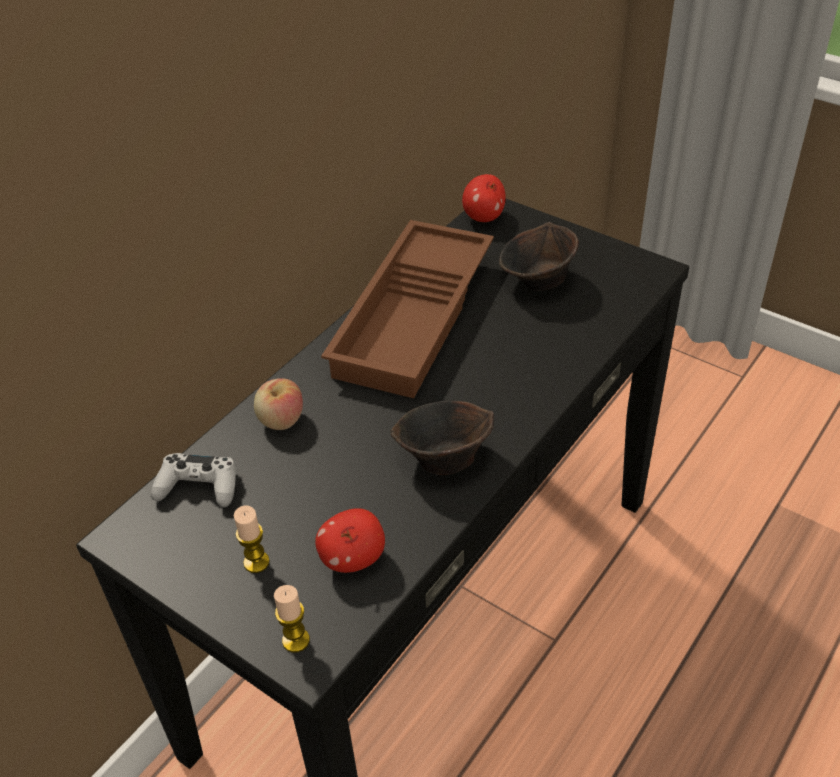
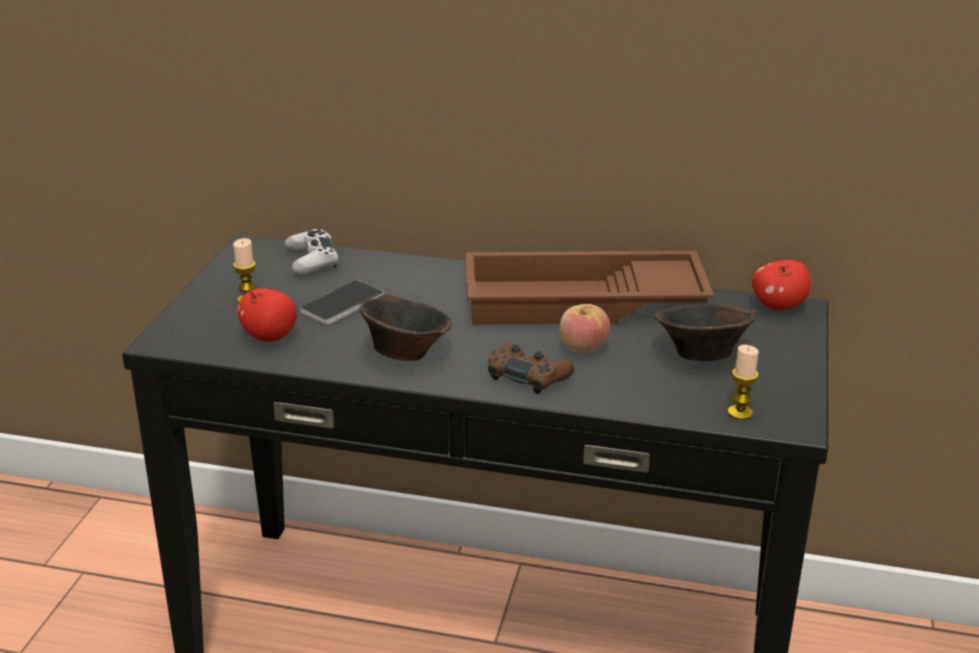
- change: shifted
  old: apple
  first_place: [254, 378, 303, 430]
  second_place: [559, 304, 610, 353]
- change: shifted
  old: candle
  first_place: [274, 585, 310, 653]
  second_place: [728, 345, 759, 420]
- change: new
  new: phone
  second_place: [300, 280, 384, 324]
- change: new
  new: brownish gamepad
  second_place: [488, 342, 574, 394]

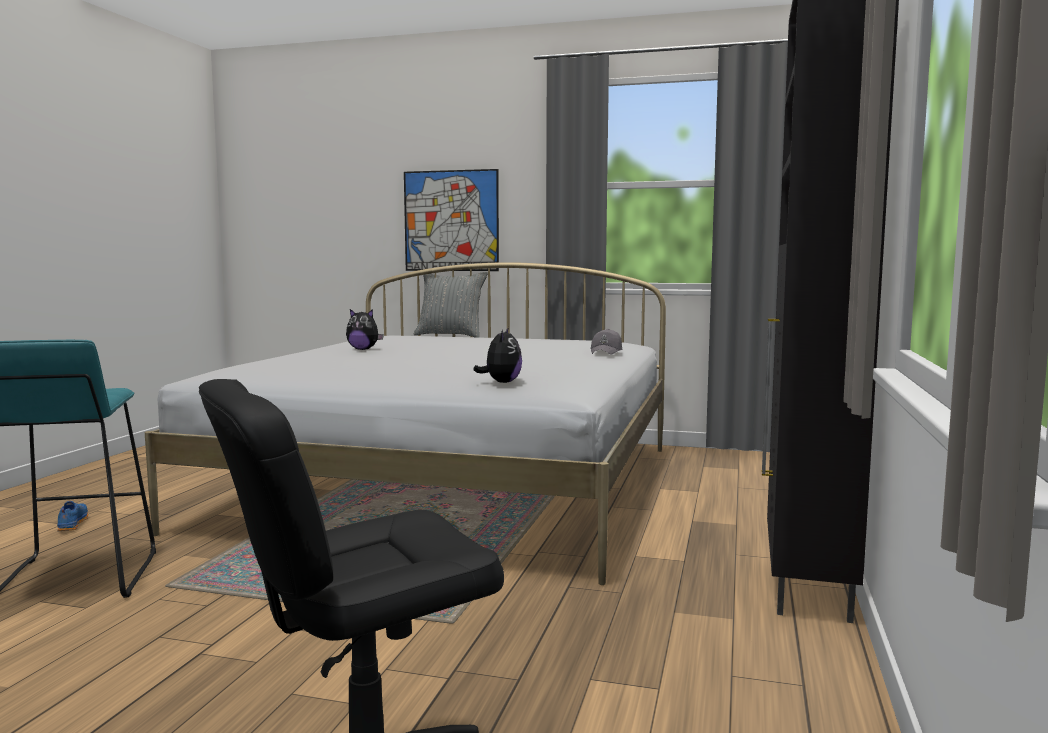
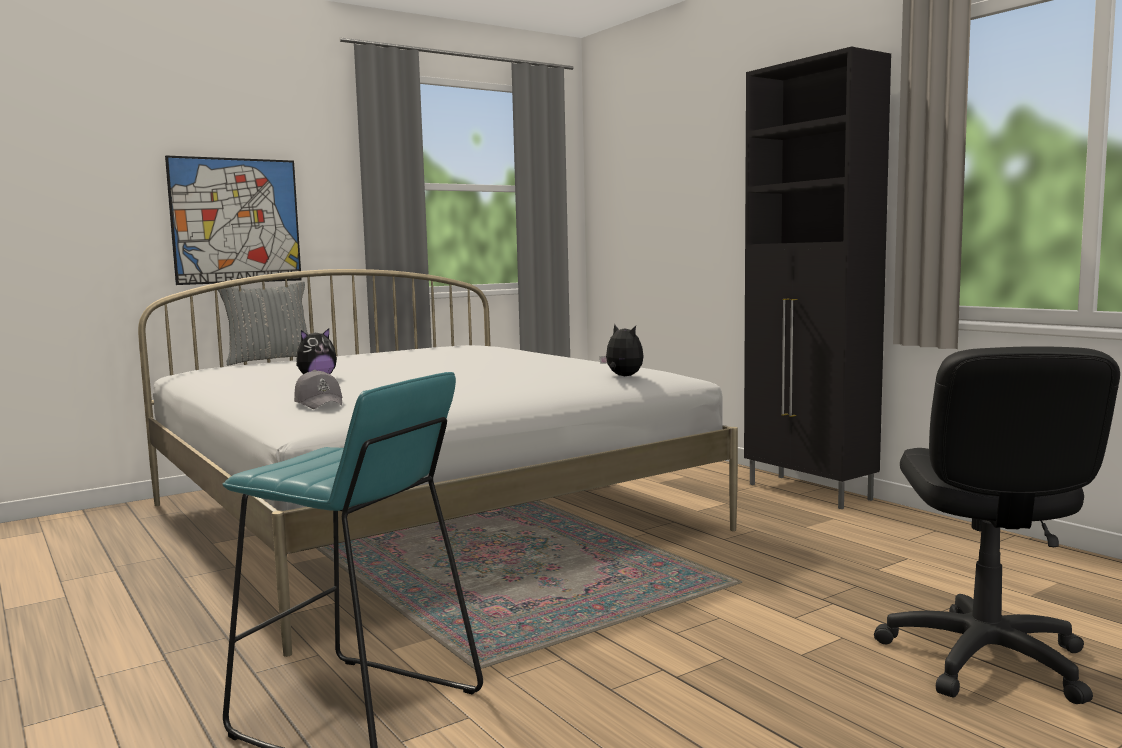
- change: gone
  old: bluish shoe
  first_place: [57, 501, 88, 531]
- change: shifted
  old: gray peaked cap
  first_place: [591, 329, 622, 355]
  second_place: [294, 370, 343, 409]

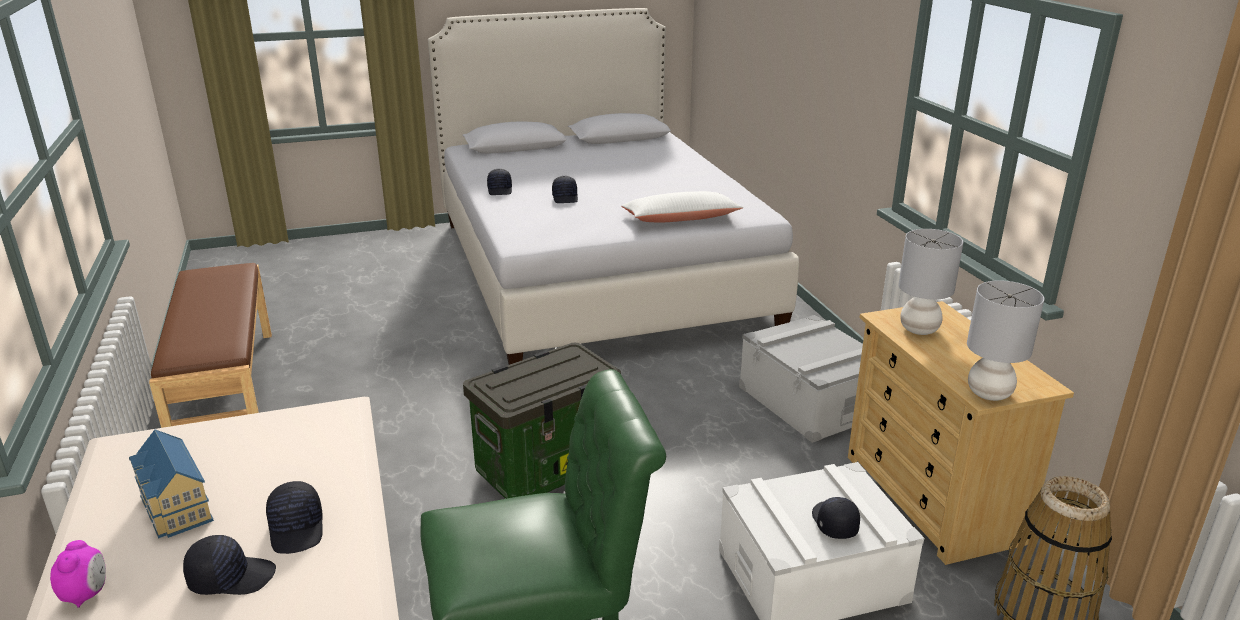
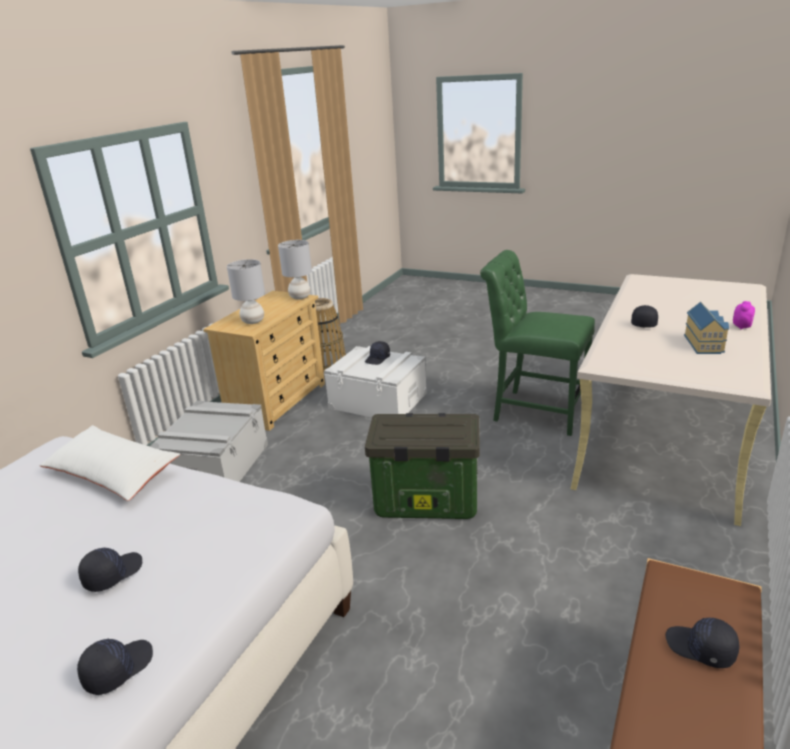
- change: shifted
  old: black-coloured peaked cap
  first_place: [183, 535, 276, 595]
  second_place: [666, 618, 739, 668]

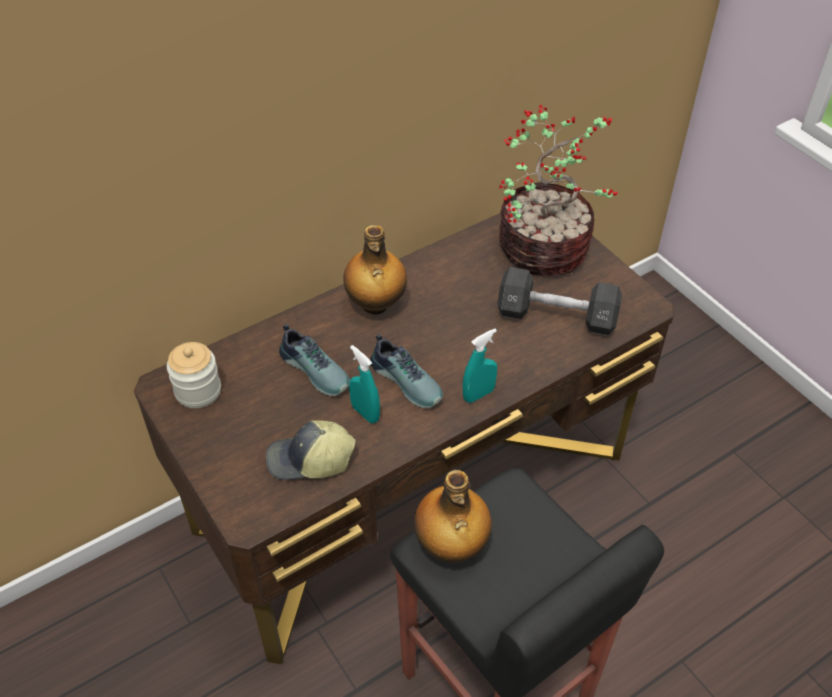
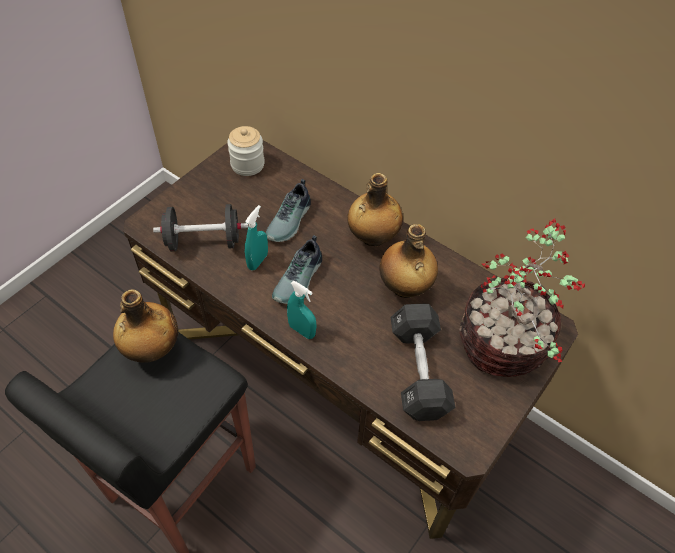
- change: swapped
  old: peaked cap
  new: black-coloured dumbbell
  first_place: [266, 420, 356, 480]
  second_place: [153, 204, 248, 251]
- change: new
  new: bottle
  second_place: [379, 224, 438, 298]

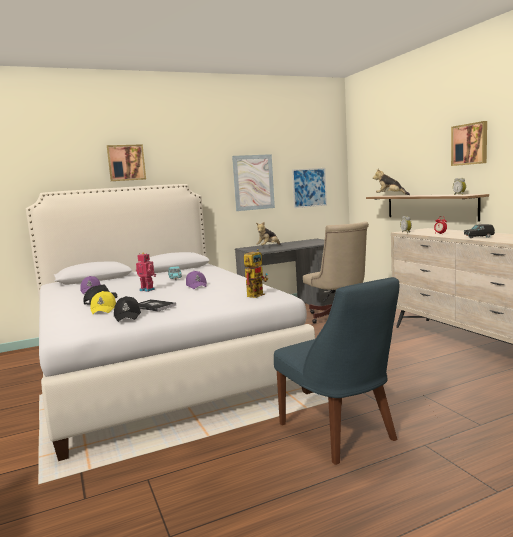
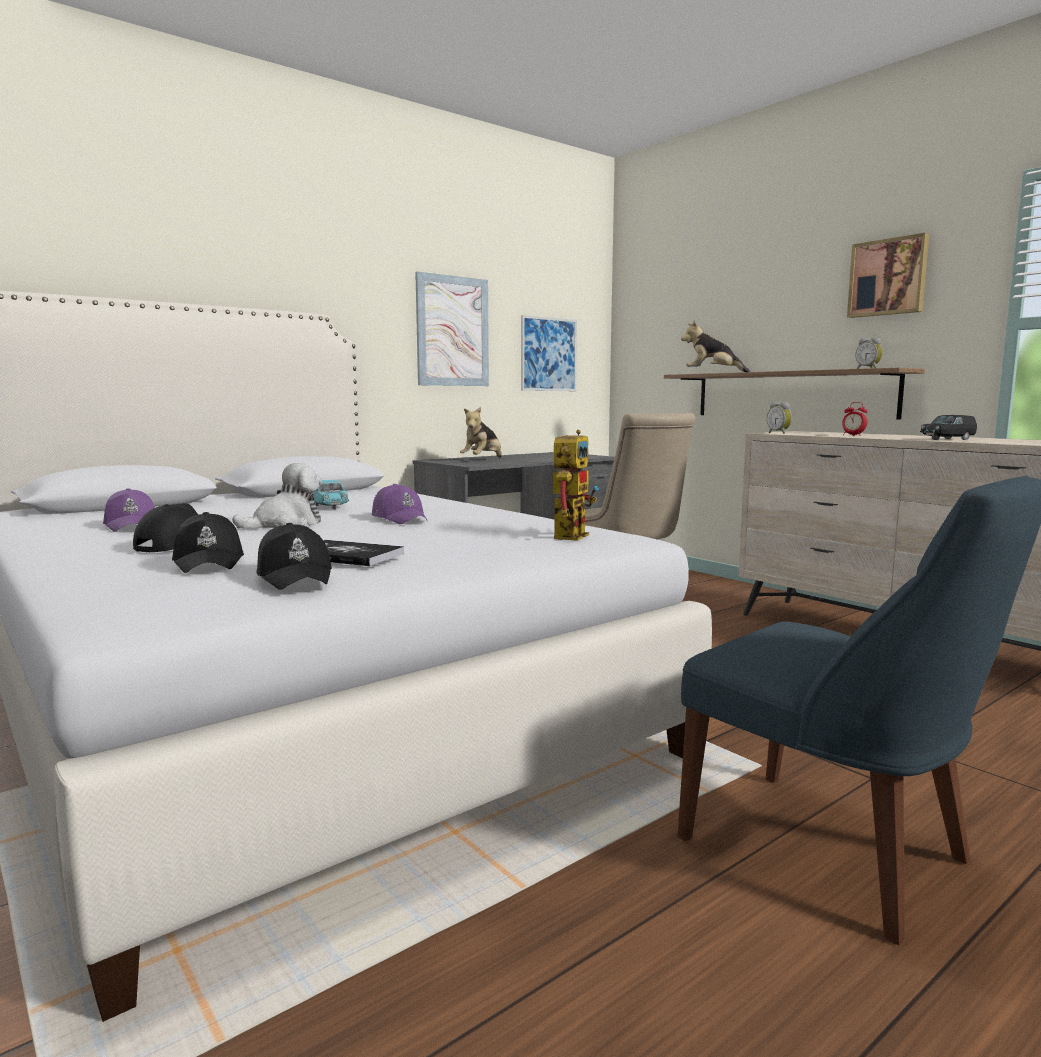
- change: repainted
  old: yellow-coloured peaked cap
  new: black-coloured peaked cap
  first_place: [90, 291, 116, 314]
  second_place: [172, 512, 244, 573]
- change: gone
  old: wall art
  first_place: [107, 144, 146, 181]
- change: swapped
  old: robot figure
  new: plush toy
  first_place: [136, 252, 156, 292]
  second_place: [232, 463, 322, 529]

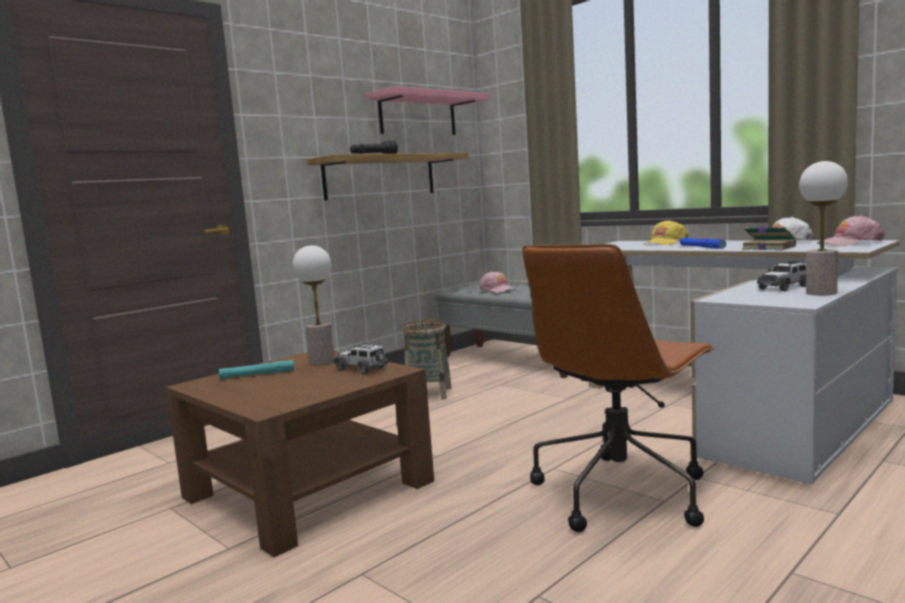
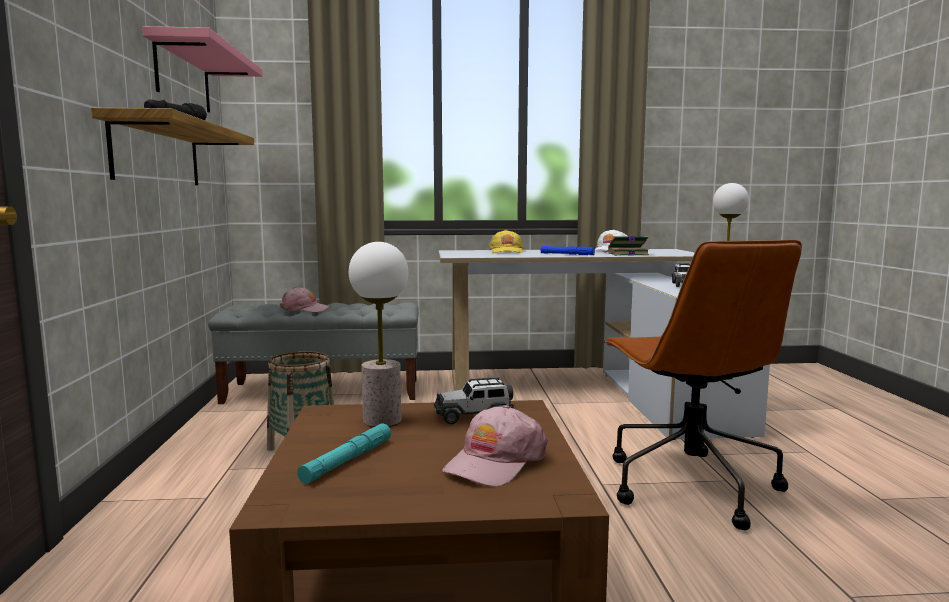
- change: shifted
  old: pinkish peaked cap
  first_place: [817, 215, 885, 246]
  second_place: [442, 405, 548, 487]

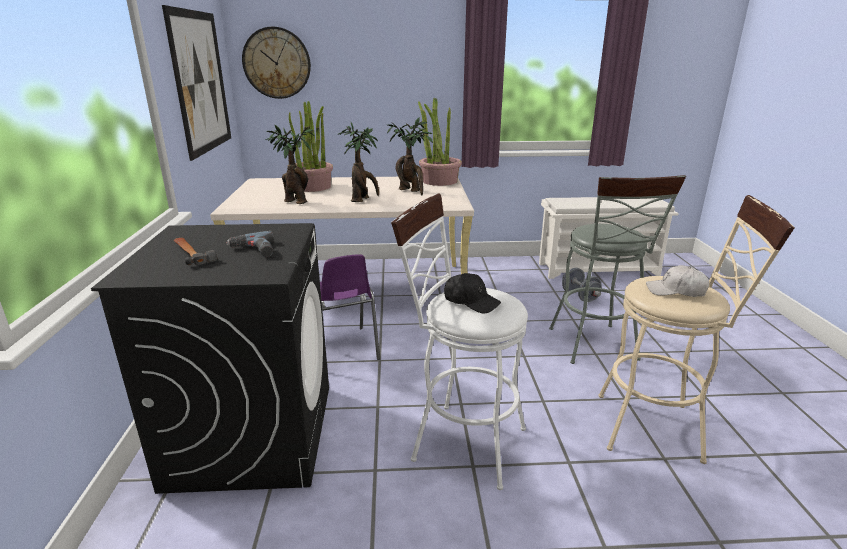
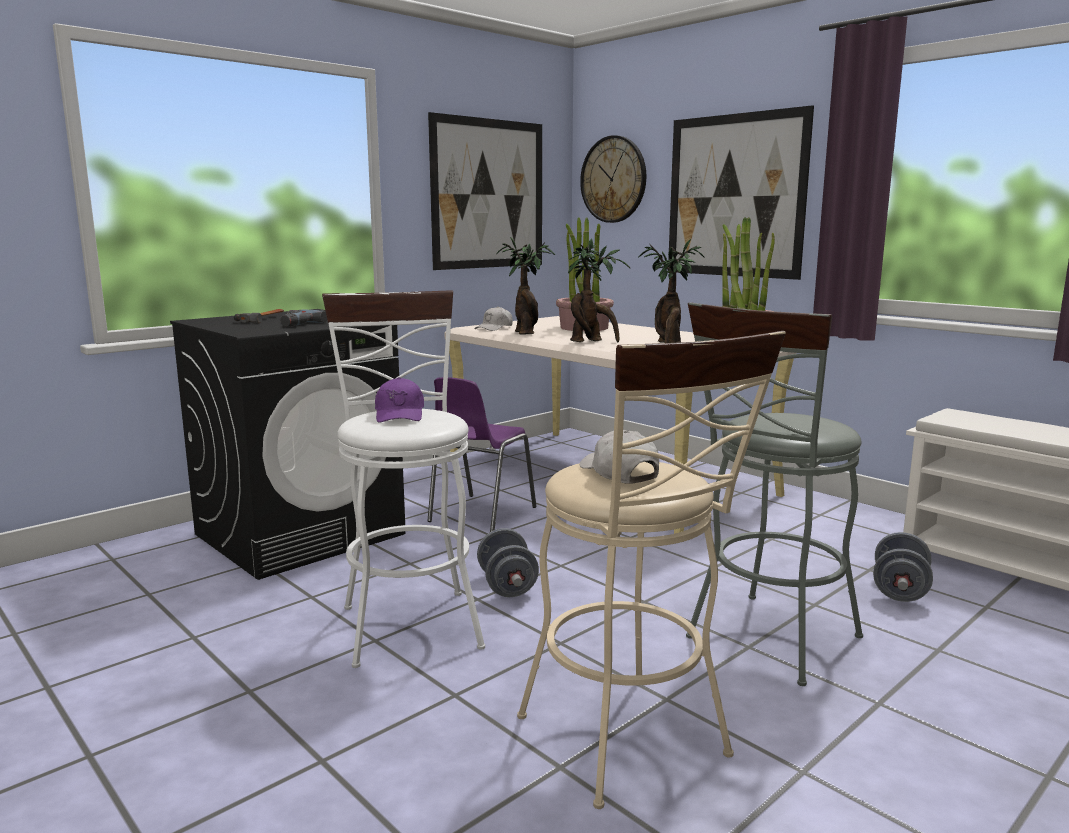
- change: repainted
  old: black-coloured peaked cap
  new: purple peaked cap
  first_place: [444, 273, 501, 313]
  second_place: [375, 377, 424, 423]
- change: new
  new: whitish peaked cap
  second_place: [474, 306, 513, 331]
- change: new
  new: gray dumbbell
  second_place: [477, 528, 539, 597]
- change: new
  new: wall art
  second_place: [668, 105, 814, 280]

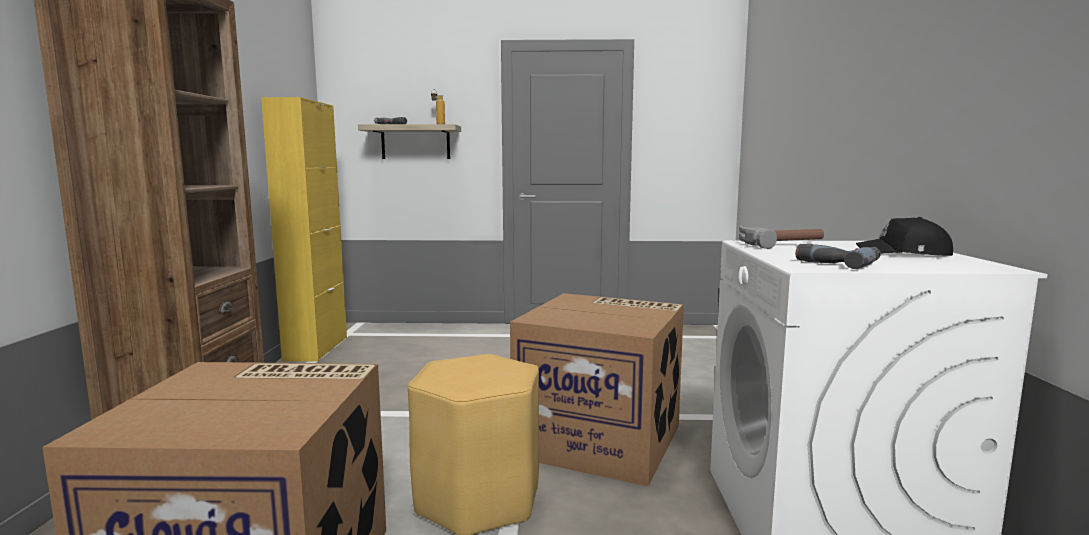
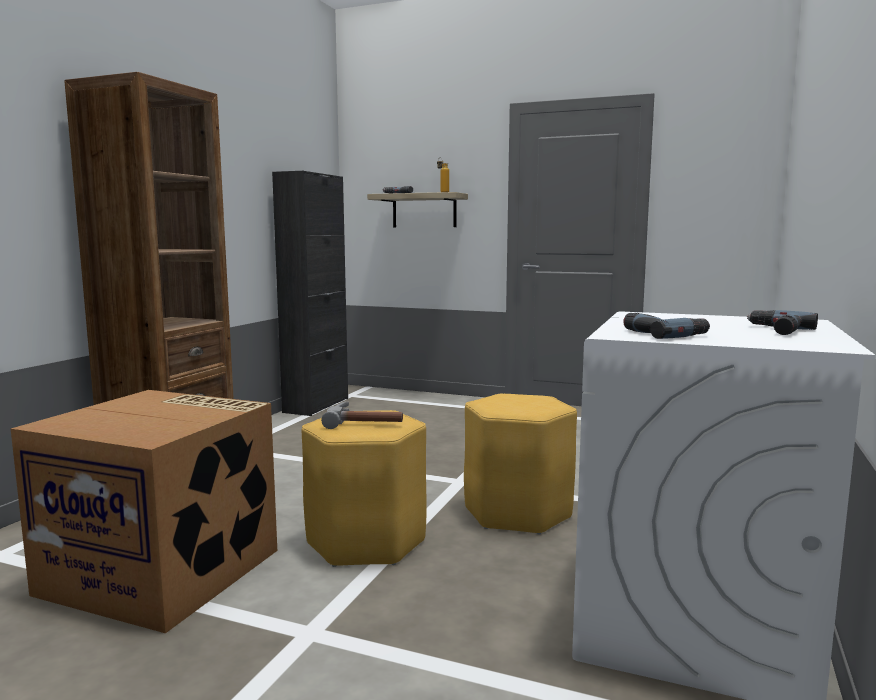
- change: repainted
  old: yellow-coloured storage cabinet
  new: black-coloured storage cabinet
  first_place: [261, 97, 347, 362]
  second_place: [272, 171, 348, 416]
- change: swapped
  old: packing box
  new: yellow-coloured stool seat
  first_place: [510, 293, 684, 487]
  second_place: [464, 394, 577, 535]
- change: shifted
  old: hammer
  first_place: [739, 226, 824, 249]
  second_place: [321, 401, 403, 429]
- change: swapped
  old: black-coloured peaked cap
  new: power drill
  first_place: [856, 217, 953, 256]
  second_place: [747, 310, 818, 335]

